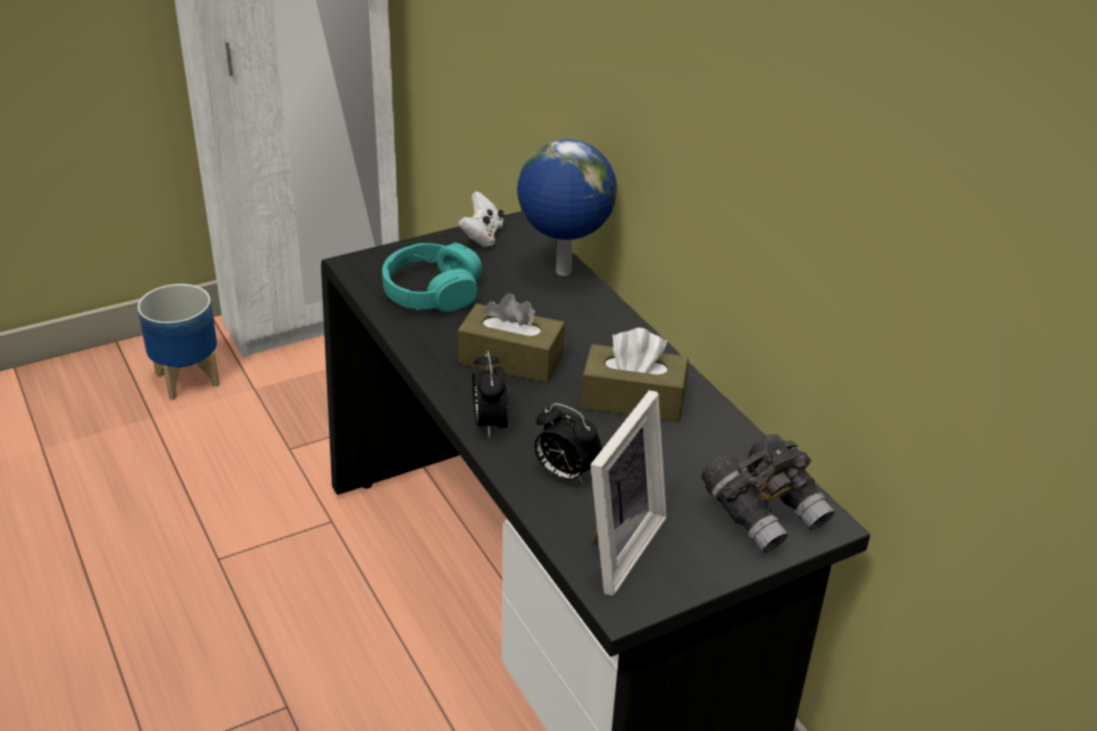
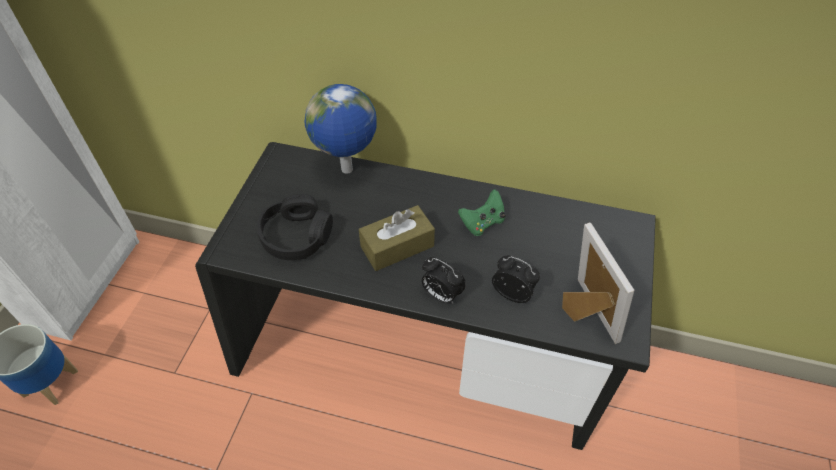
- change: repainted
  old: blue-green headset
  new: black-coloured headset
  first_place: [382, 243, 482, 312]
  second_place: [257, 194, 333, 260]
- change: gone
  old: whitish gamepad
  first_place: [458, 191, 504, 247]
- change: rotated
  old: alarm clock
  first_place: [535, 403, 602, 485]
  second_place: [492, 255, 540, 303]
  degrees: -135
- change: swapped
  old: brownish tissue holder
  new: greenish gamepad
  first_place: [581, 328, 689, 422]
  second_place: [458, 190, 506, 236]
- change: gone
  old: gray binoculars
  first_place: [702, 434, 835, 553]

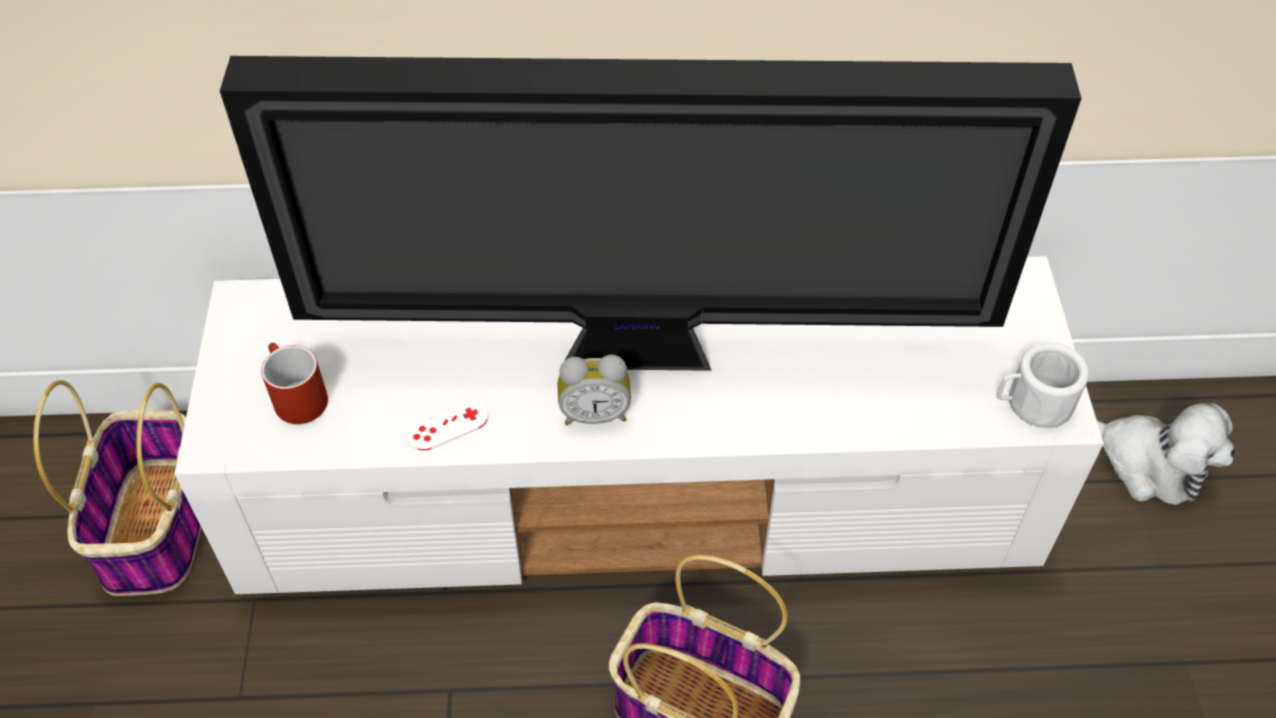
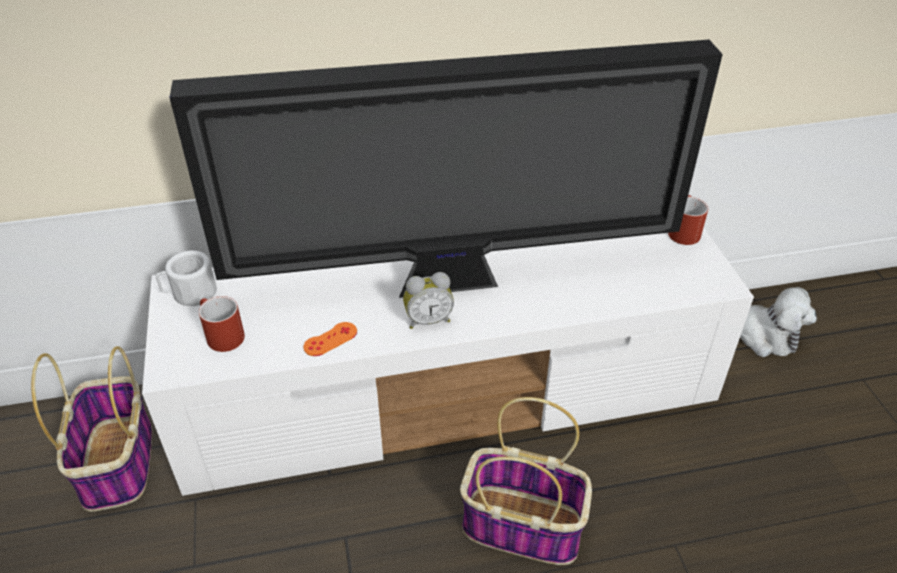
- change: repainted
  old: whitish gamepad
  new: orange gamepad
  first_place: [406, 400, 488, 451]
  second_place: [303, 322, 357, 356]
- change: shifted
  old: whitish tea mug
  first_place: [996, 342, 1089, 428]
  second_place: [156, 251, 217, 306]
- change: new
  new: red tea mug
  second_place: [668, 195, 708, 245]

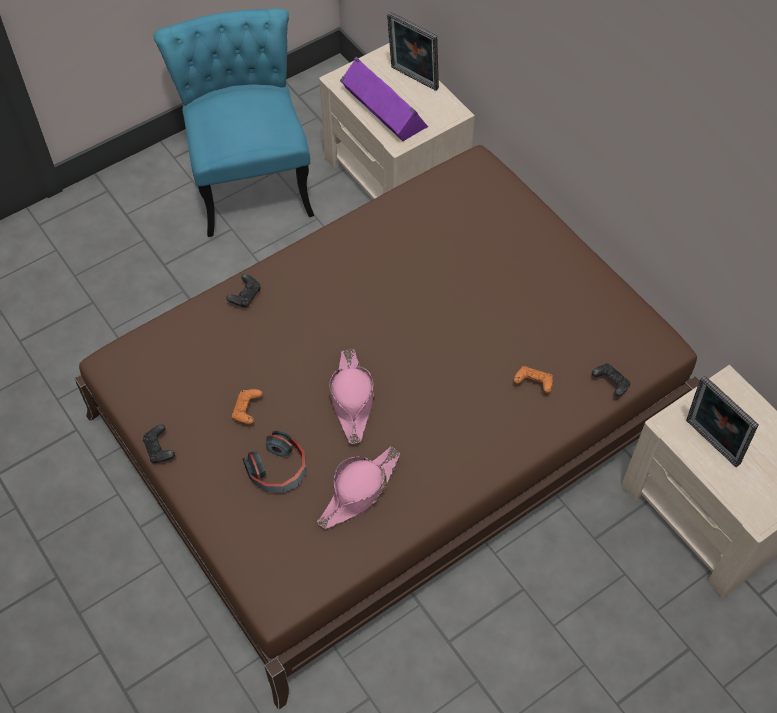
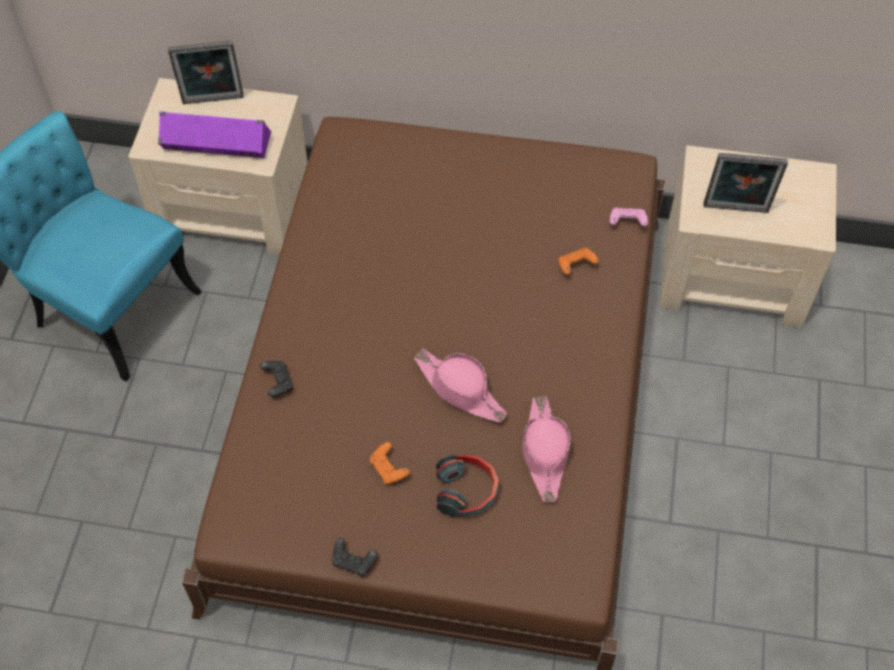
- change: repainted
  old: black-coloured gamepad
  new: pinkish gamepad
  first_place: [592, 363, 630, 396]
  second_place: [610, 208, 648, 227]

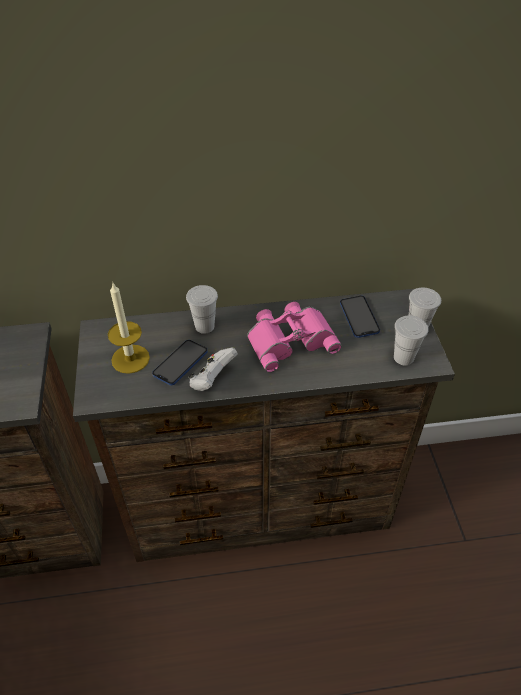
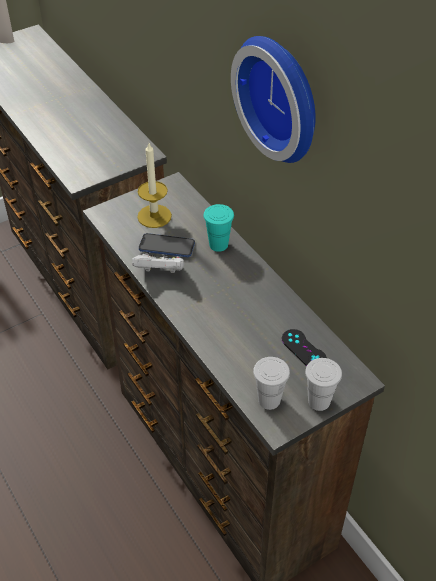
- change: repainted
  old: whitish small cup
  new: blue-green small cup
  first_place: [186, 285, 218, 334]
  second_place: [203, 204, 234, 252]
- change: gone
  old: pinkish binoculars
  first_place: [247, 302, 342, 372]
- change: swapped
  old: phone
  new: black-coloured gamepad
  first_place: [340, 296, 380, 338]
  second_place: [282, 329, 327, 366]
- change: new
  new: wall clock
  second_place: [231, 36, 316, 163]

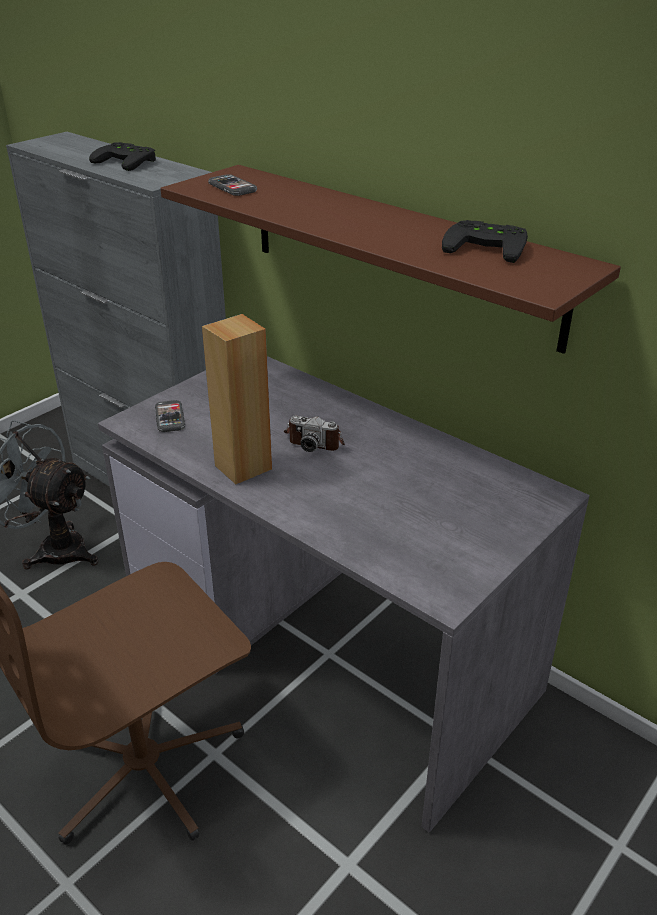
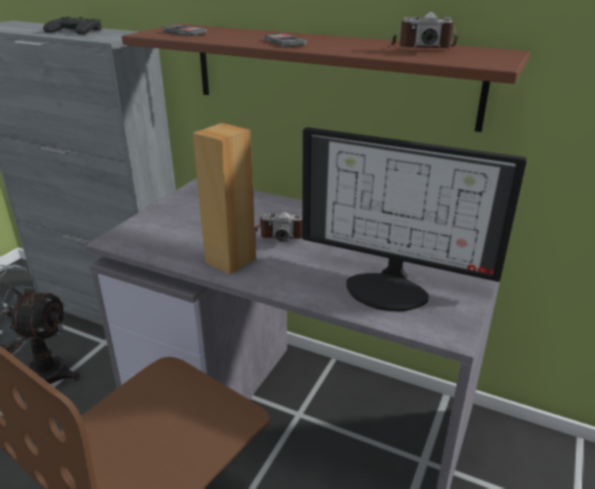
- change: shifted
  old: phone
  first_place: [155, 400, 185, 432]
  second_place: [264, 33, 307, 47]
- change: swapped
  old: black-coloured gamepad
  new: still camera
  first_place: [442, 220, 528, 263]
  second_place: [389, 12, 458, 48]
- change: new
  new: computer screen
  second_place: [302, 127, 527, 311]

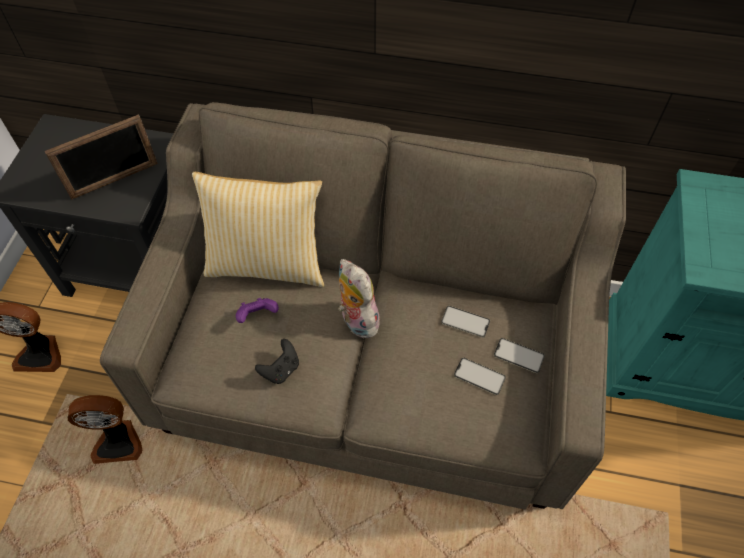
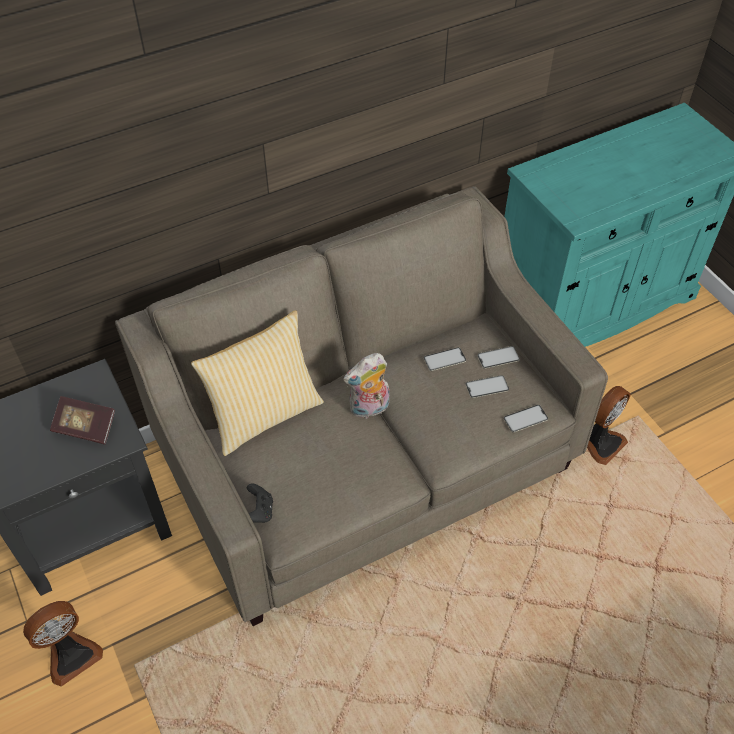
- change: swapped
  old: photo frame
  new: volume
  first_place: [45, 114, 158, 199]
  second_place: [50, 396, 115, 444]
- change: shifted
  old: cooling fan
  first_place: [68, 395, 142, 464]
  second_place: [587, 386, 630, 465]
- change: gone
  old: purple gamepad
  first_place: [236, 298, 279, 323]
- change: shifted
  old: black-coloured gamepad
  first_place: [255, 339, 299, 384]
  second_place: [247, 484, 273, 523]
- change: rotated
  old: plush toy
  first_place: [338, 259, 380, 338]
  second_place: [343, 353, 389, 419]
  degrees: -45
- change: new
  new: phone
  second_place: [504, 405, 548, 433]

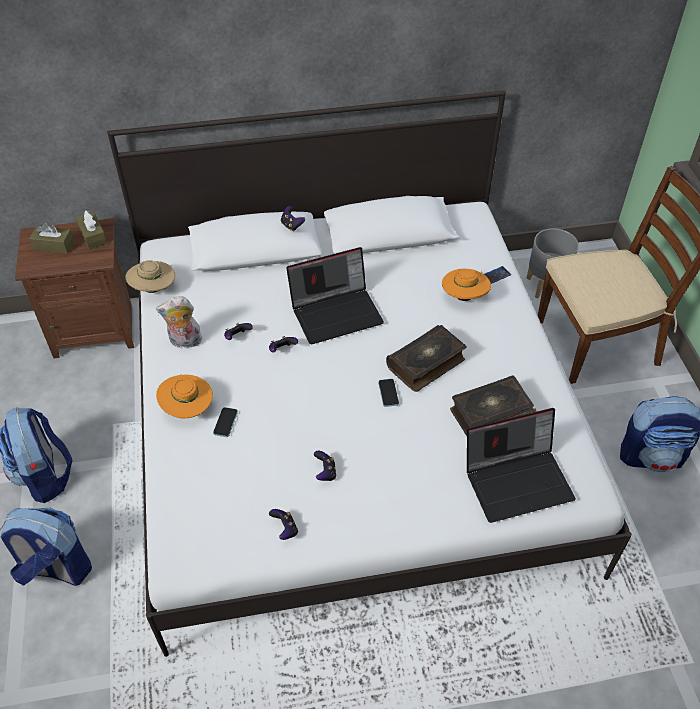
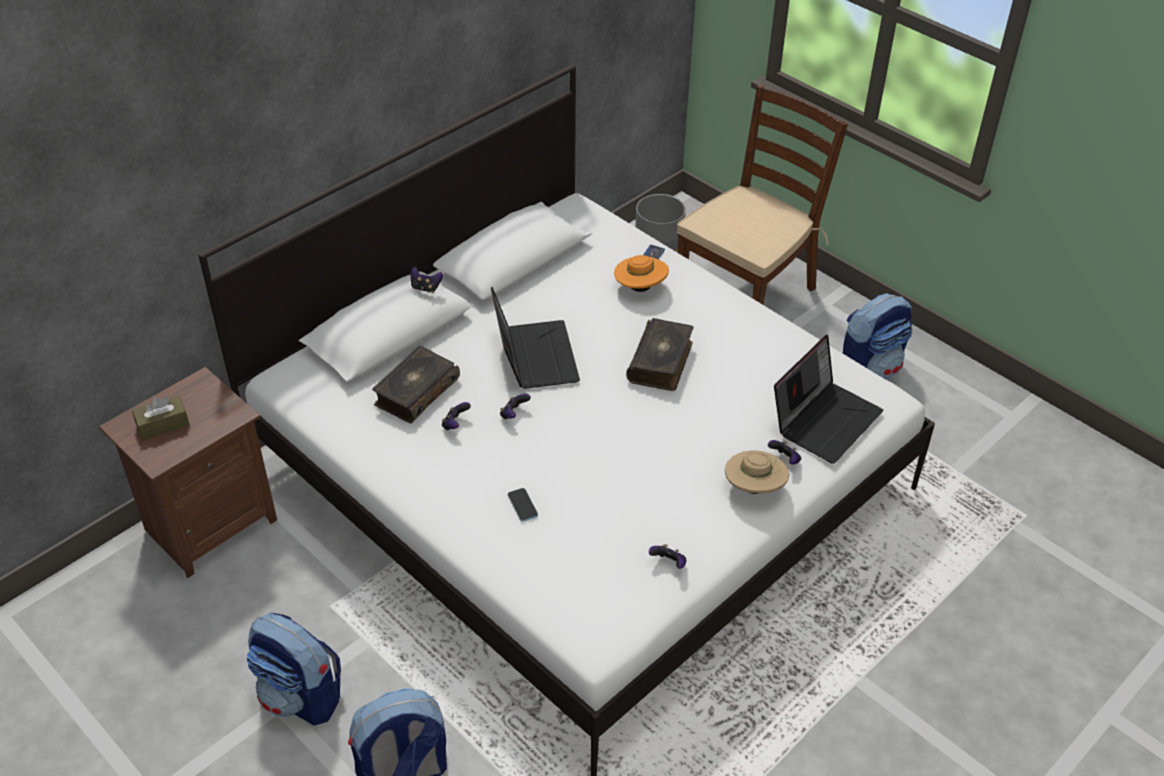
- change: gone
  old: brownish tissue holder
  first_place: [76, 210, 107, 249]
- change: shifted
  old: sand-coloured clothing hat
  first_place: [125, 260, 175, 293]
  second_place: [725, 450, 789, 494]
- change: gone
  old: plush toy
  first_place: [156, 296, 203, 348]
- change: gone
  old: orange clothing hat
  first_place: [156, 375, 213, 418]
- change: rotated
  old: notebook computer
  first_place: [286, 247, 384, 344]
  second_place: [491, 287, 580, 389]
  degrees: -45
- change: shifted
  old: gamepad
  first_place: [314, 451, 336, 481]
  second_place: [768, 440, 801, 465]
- change: gone
  old: phone
  first_place: [378, 379, 399, 407]
- change: shifted
  old: volume
  first_place: [450, 375, 536, 436]
  second_place: [372, 346, 460, 423]

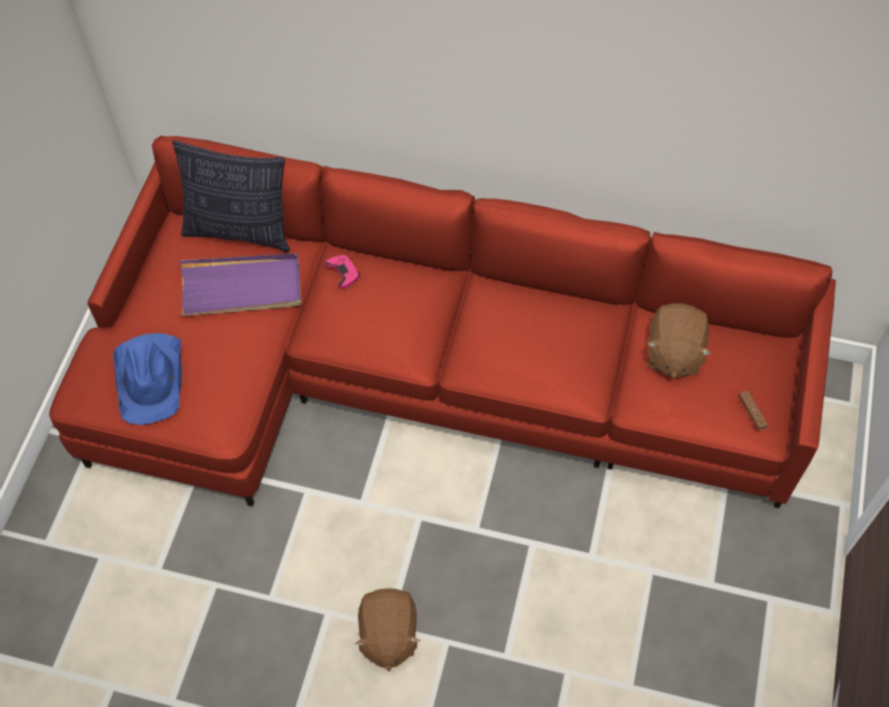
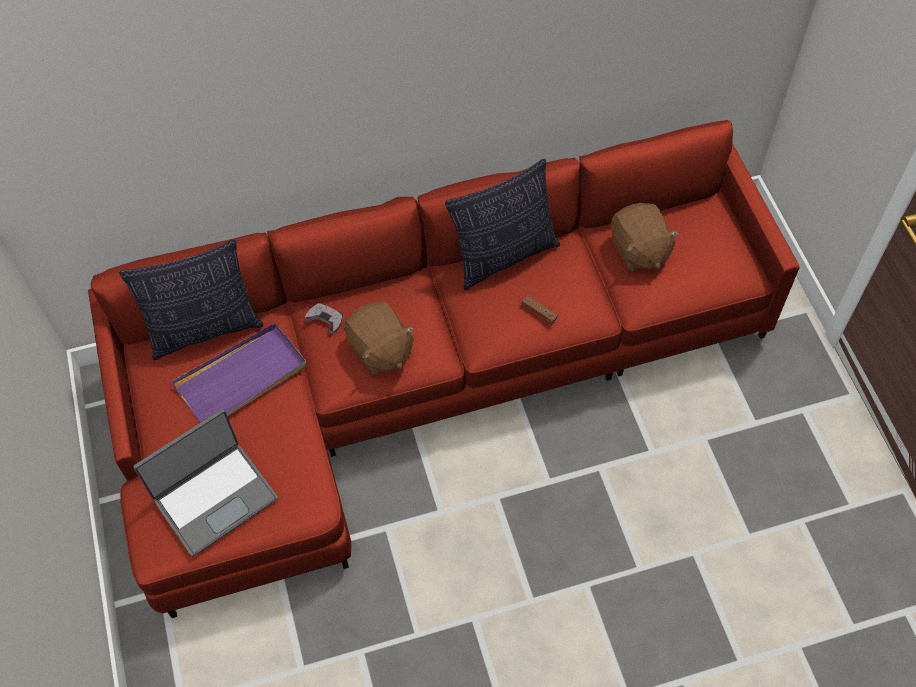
- change: swapped
  old: bluish clothing hat
  new: notebook computer
  first_place: [113, 333, 182, 425]
  second_place: [133, 409, 278, 556]
- change: repainted
  old: pinkish gamepad
  new: gray gamepad
  first_place: [325, 255, 360, 289]
  second_place: [305, 303, 343, 334]
- change: shifted
  old: brownish plush toy
  first_place: [355, 588, 420, 671]
  second_place: [344, 301, 415, 375]
- change: shifted
  old: brownish gamepad
  first_place: [739, 391, 768, 430]
  second_place: [522, 295, 558, 323]
- change: new
  new: cushion
  second_place: [445, 159, 560, 290]

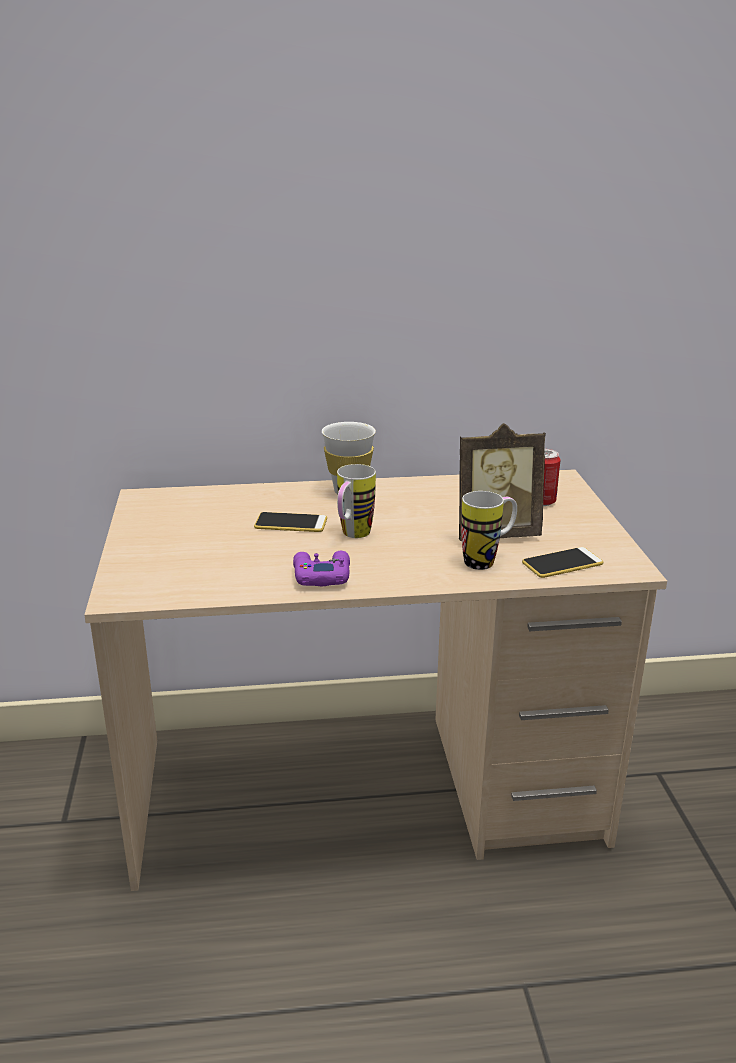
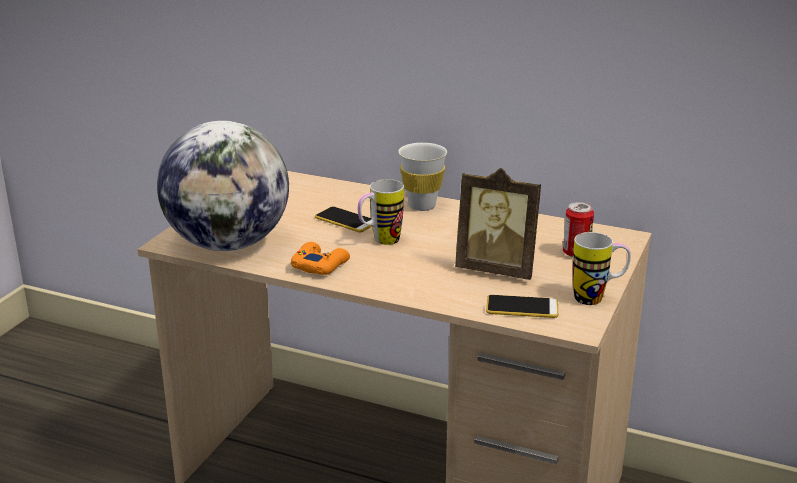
- change: repainted
  old: purple gamepad
  new: orange gamepad
  first_place: [293, 550, 350, 587]
  second_place: [291, 242, 350, 275]
- change: shifted
  old: tea mug
  first_place: [461, 491, 517, 570]
  second_place: [573, 232, 631, 305]
- change: new
  new: globe
  second_place: [157, 121, 289, 251]

